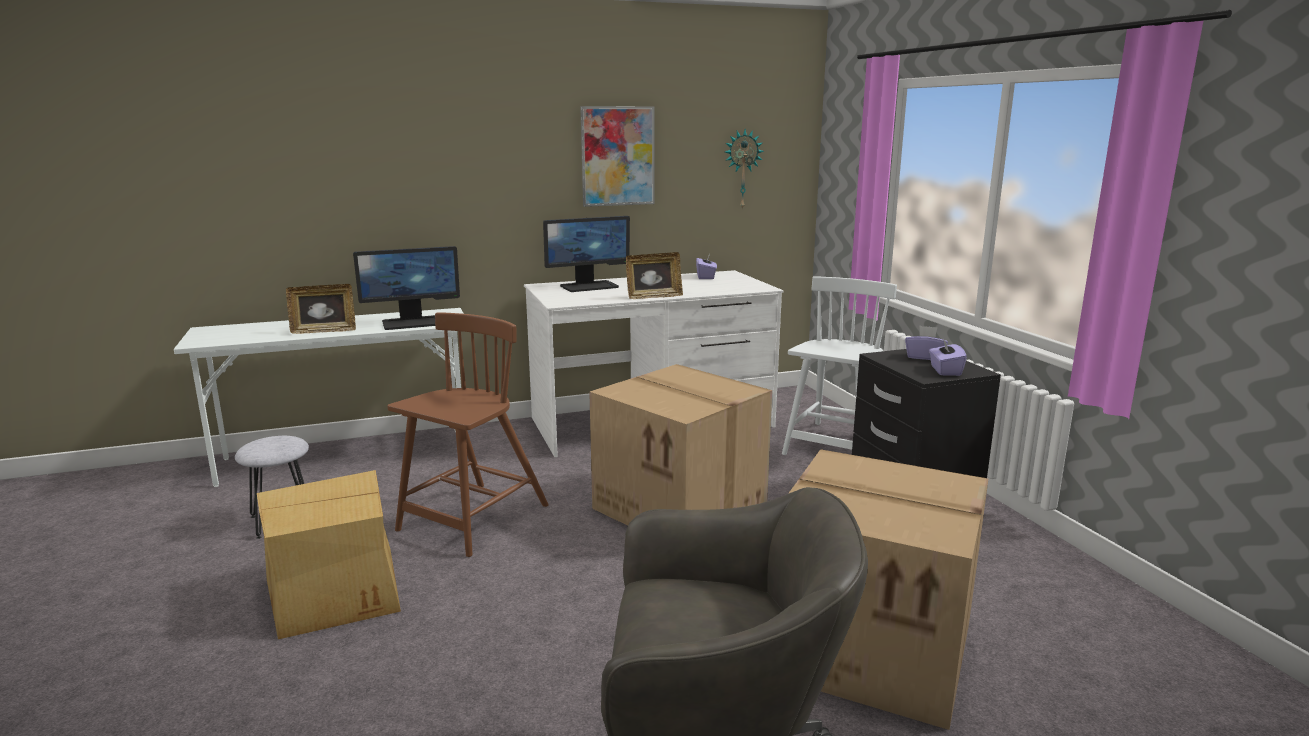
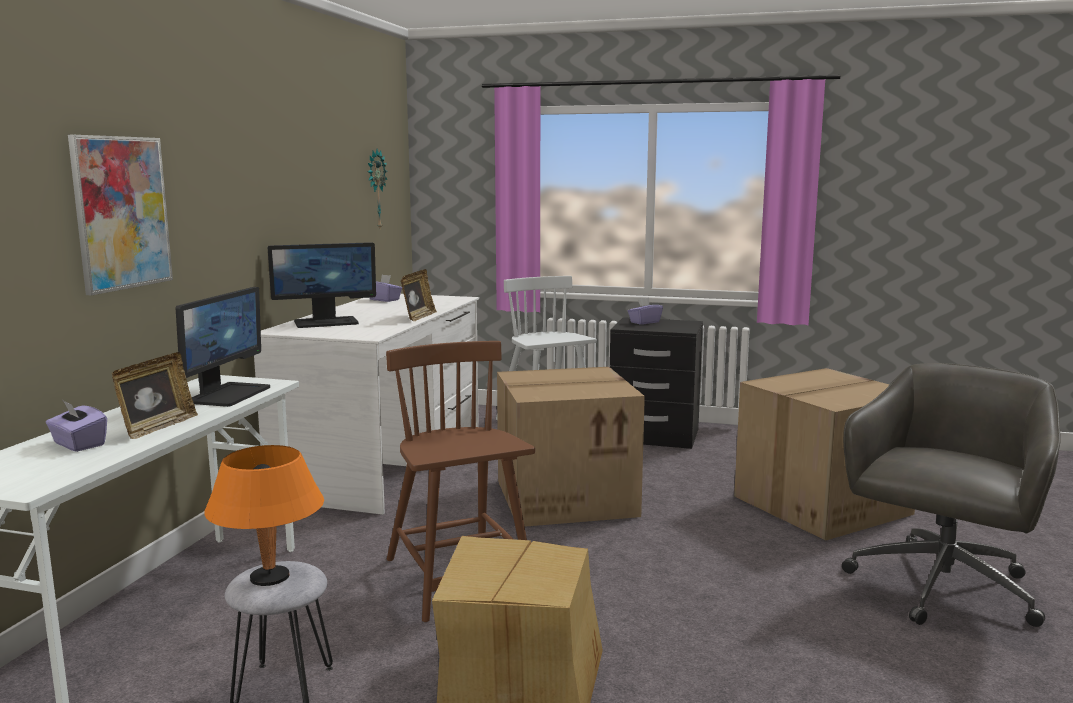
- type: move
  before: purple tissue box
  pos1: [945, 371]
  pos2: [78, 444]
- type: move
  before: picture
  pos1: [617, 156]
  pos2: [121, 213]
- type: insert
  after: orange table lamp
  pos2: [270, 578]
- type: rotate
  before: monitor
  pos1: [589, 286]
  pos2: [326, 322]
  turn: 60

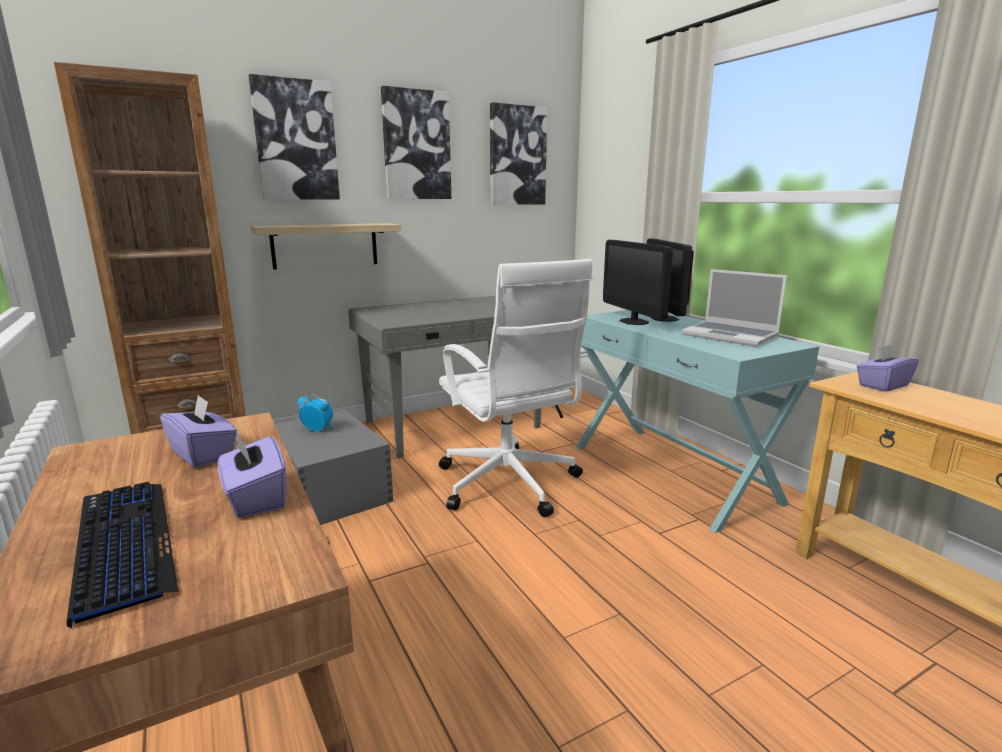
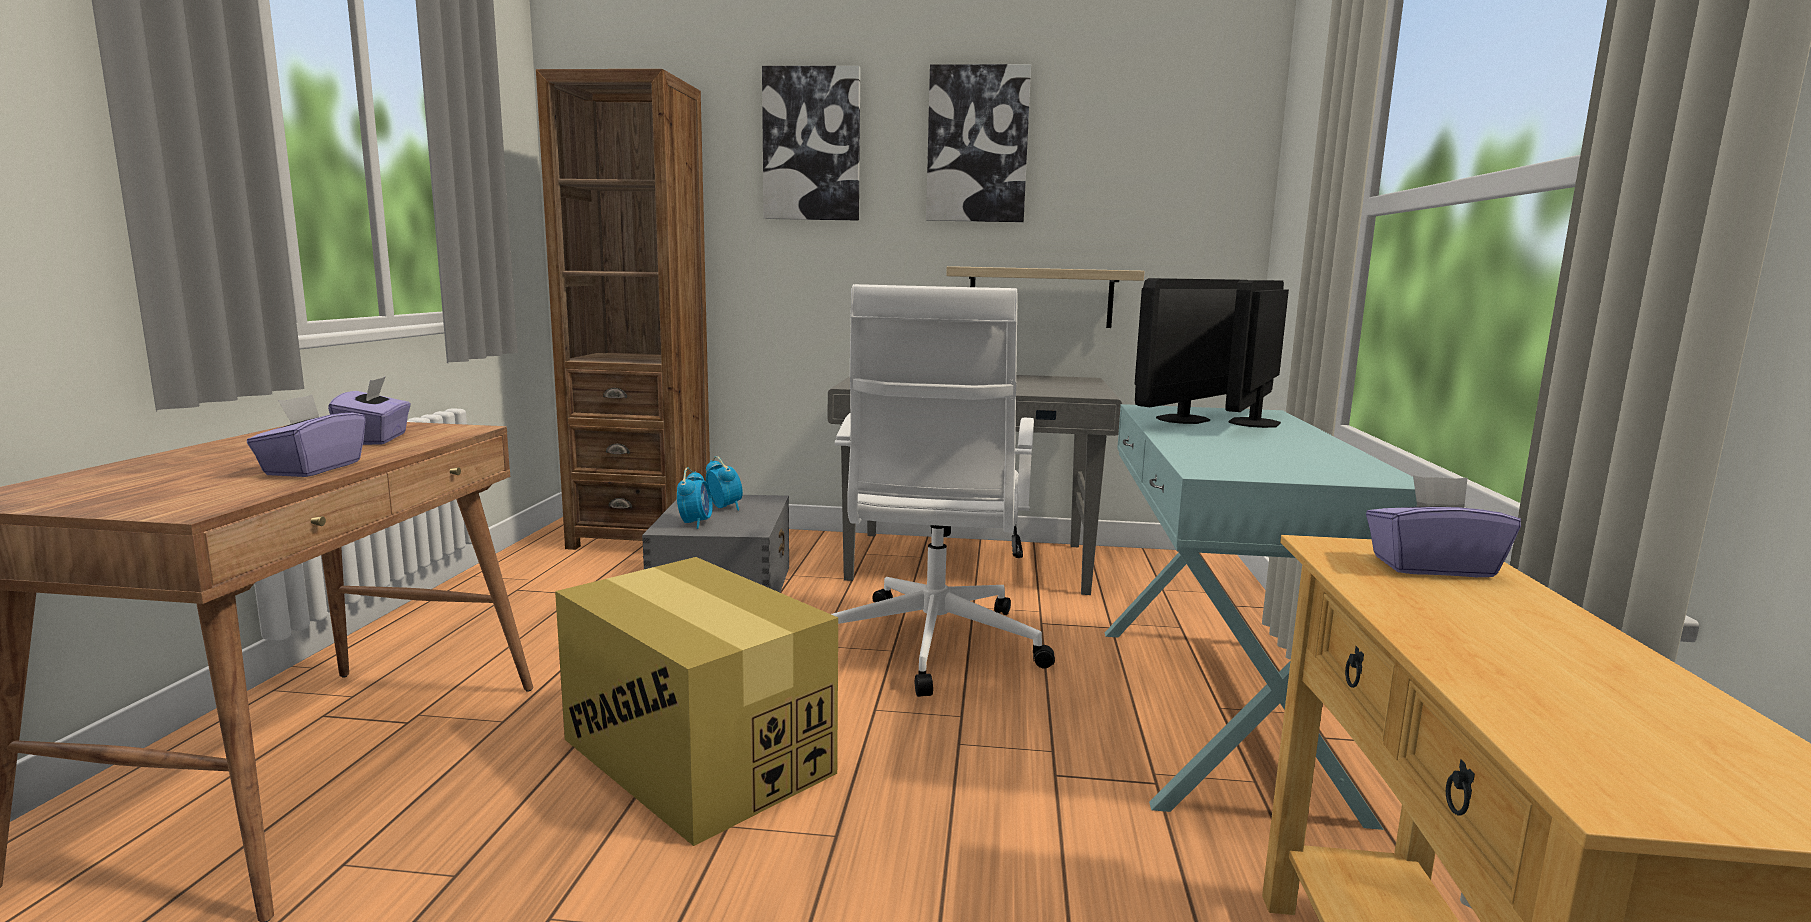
- type: insert
  after: cardboard box
  pos2: [696, 755]
- type: insert
  after: alarm clock
  pos2: [695, 523]
- type: move
  before: shelf
  pos1: [325, 245]
  pos2: [1040, 297]
- type: rotate
  before: monitor
  pos1: [634, 321]
  pos2: [1182, 419]
  turn: -150
- type: delete
  before: keyboard
  pos1: [123, 545]
- type: delete
  before: picture
  pos1: [517, 156]
- type: delete
  before: laptop
  pos1: [731, 336]

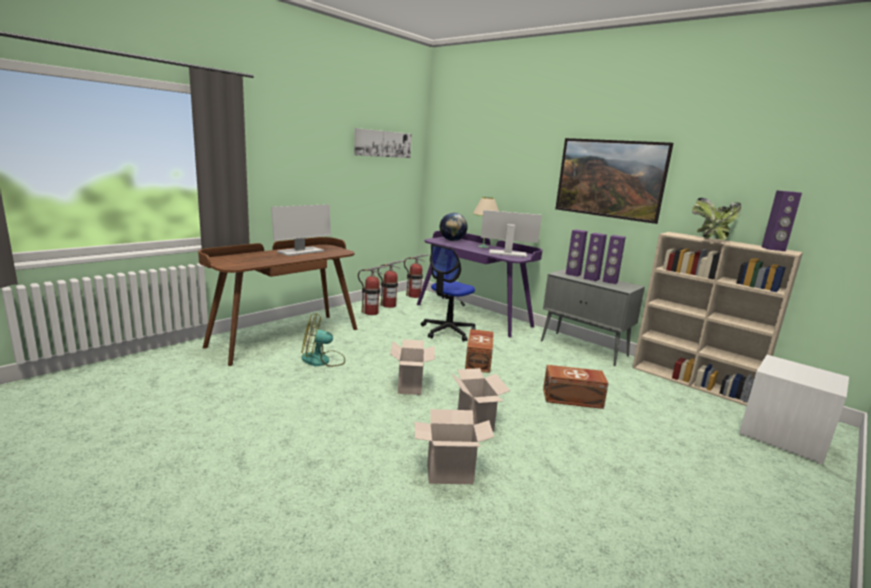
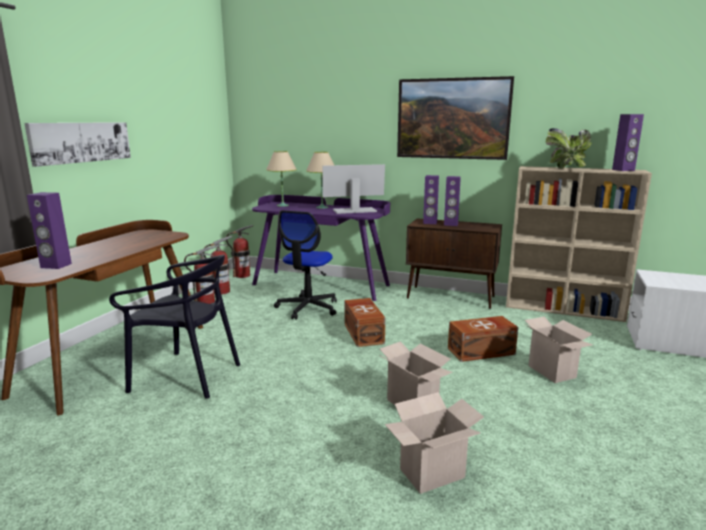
- type: move
  before: picture
  pos1: [383, 143]
  pos2: [81, 142]
- type: move
  before: purple speaker
  pos1: [610, 281]
  pos2: [56, 266]
- type: replace
  before: fan
  after: black chair
  pos1: [322, 360]
  pos2: [186, 376]
- type: replace
  before: globe
  after: beige table lamp
  pos1: [452, 240]
  pos2: [283, 205]
- type: recolor
  before: grey cabinet
  after: brown cabinet
  pos1: [584, 348]
  pos2: [451, 297]
- type: move
  before: cardboard box
  pos1: [411, 387]
  pos2: [553, 372]
- type: delete
  before: monitor
  pos1: [300, 252]

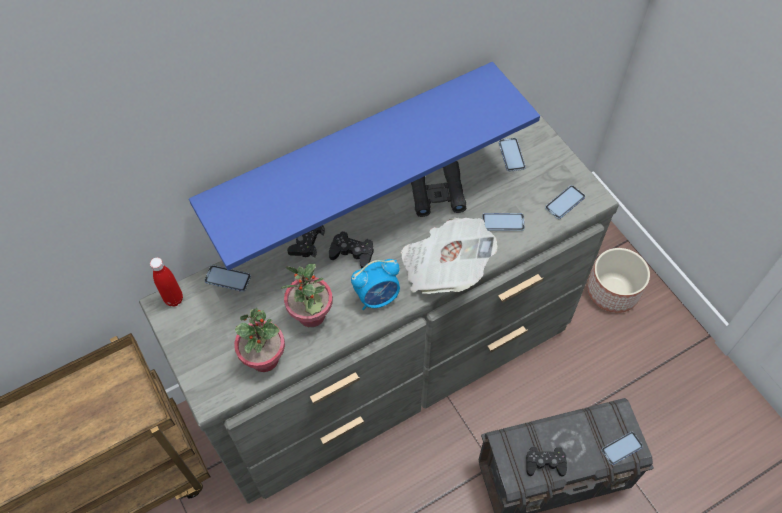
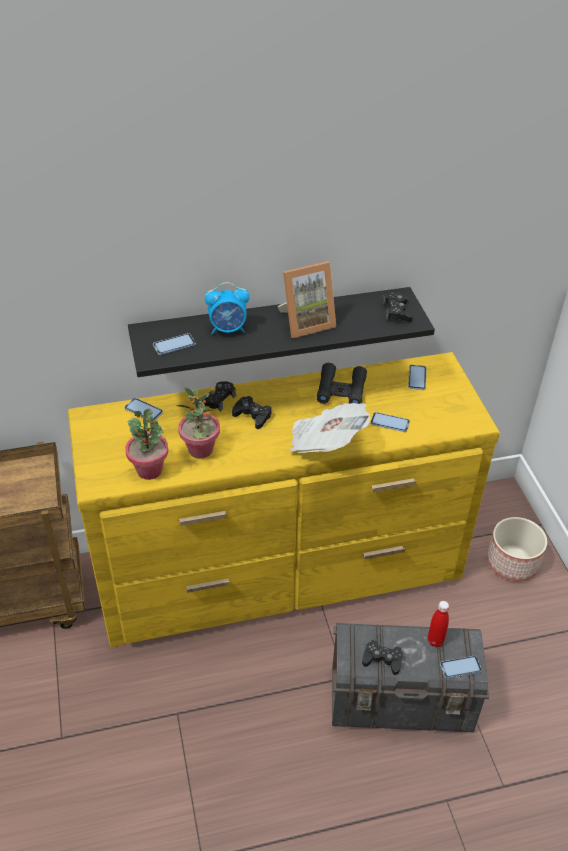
- type: recolor
  before: grey dresser
  after: yellow dresser
  pos1: [391, 363]
  pos2: [281, 569]
- type: recolor
  before: blue shelf
  after: black shelf
  pos1: [350, 148]
  pos2: [272, 328]
- type: move
  before: phone
  pos1: [564, 203]
  pos2: [174, 345]
- type: move
  before: alarm clock
  pos1: [377, 297]
  pos2: [228, 329]
- type: insert
  after: picture frame
  pos2: [306, 322]
- type: insert
  after: black game controller
  pos2: [396, 312]
- type: move
  before: red bottle
  pos1: [174, 299]
  pos2: [435, 641]

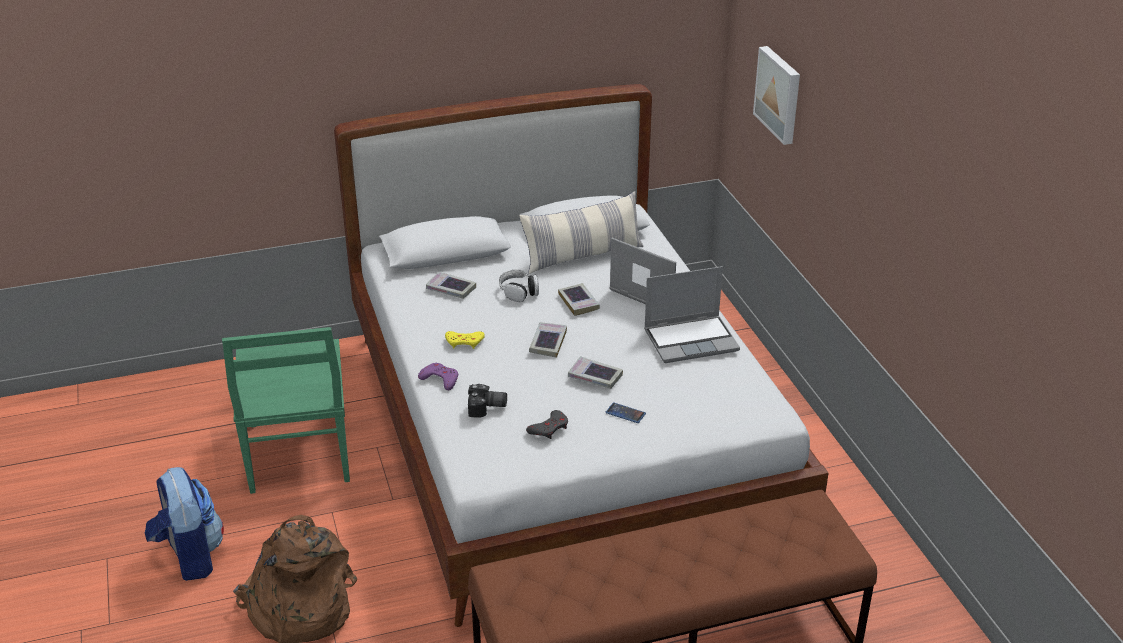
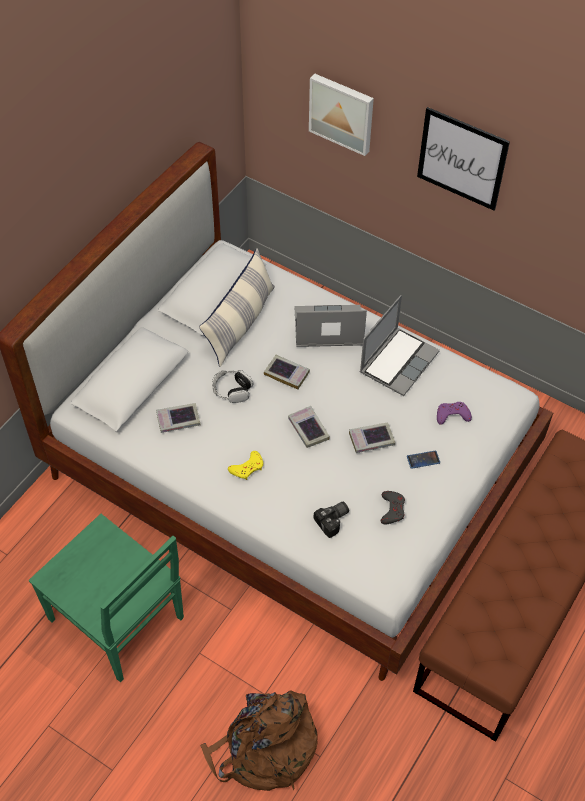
- type: insert
  after: picture
  pos2: [462, 159]
- type: move
  before: purple game controller
  pos1: [440, 379]
  pos2: [452, 415]
- type: delete
  before: backpack
  pos1: [190, 556]

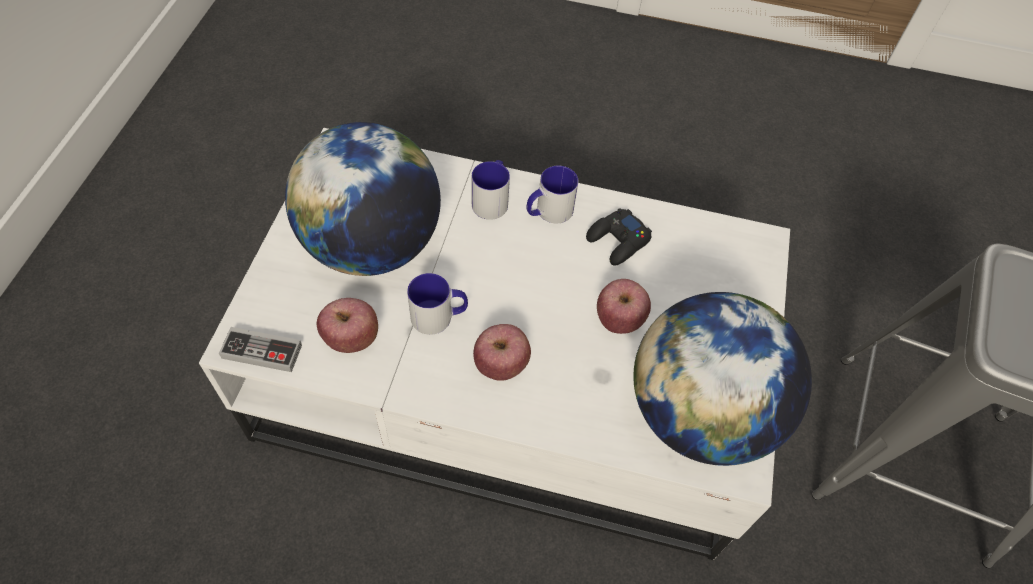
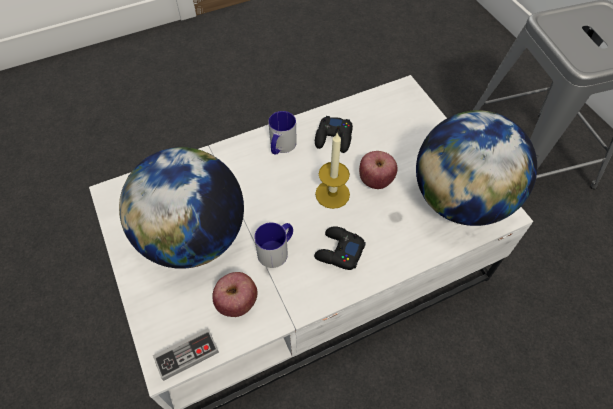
- type: replace
  before: apple
  after: black game controller
  pos1: [501, 365]
  pos2: [338, 251]
- type: insert
  after: candle
  pos2: [332, 194]
- type: delete
  before: mug
  pos1: [492, 199]

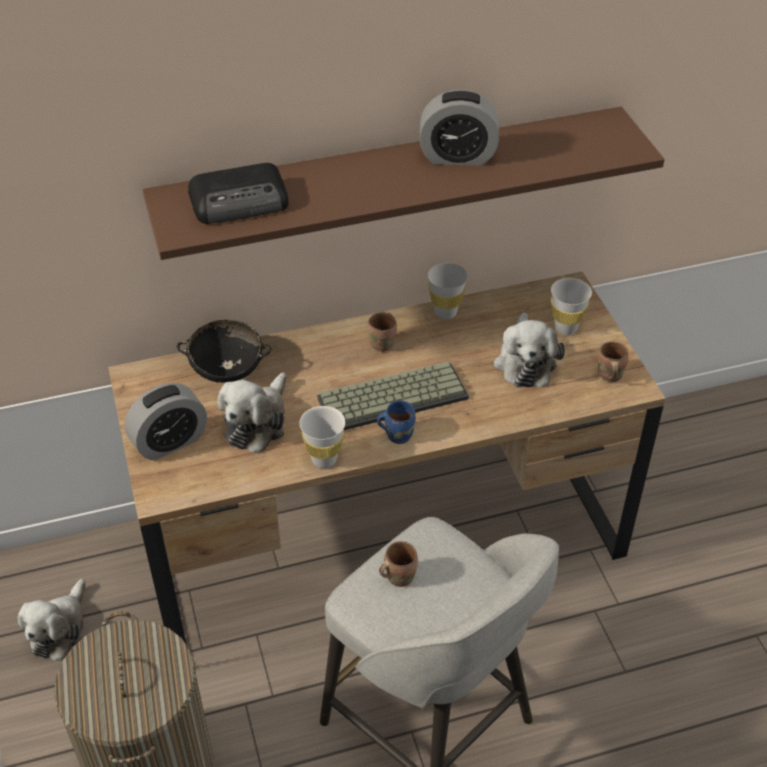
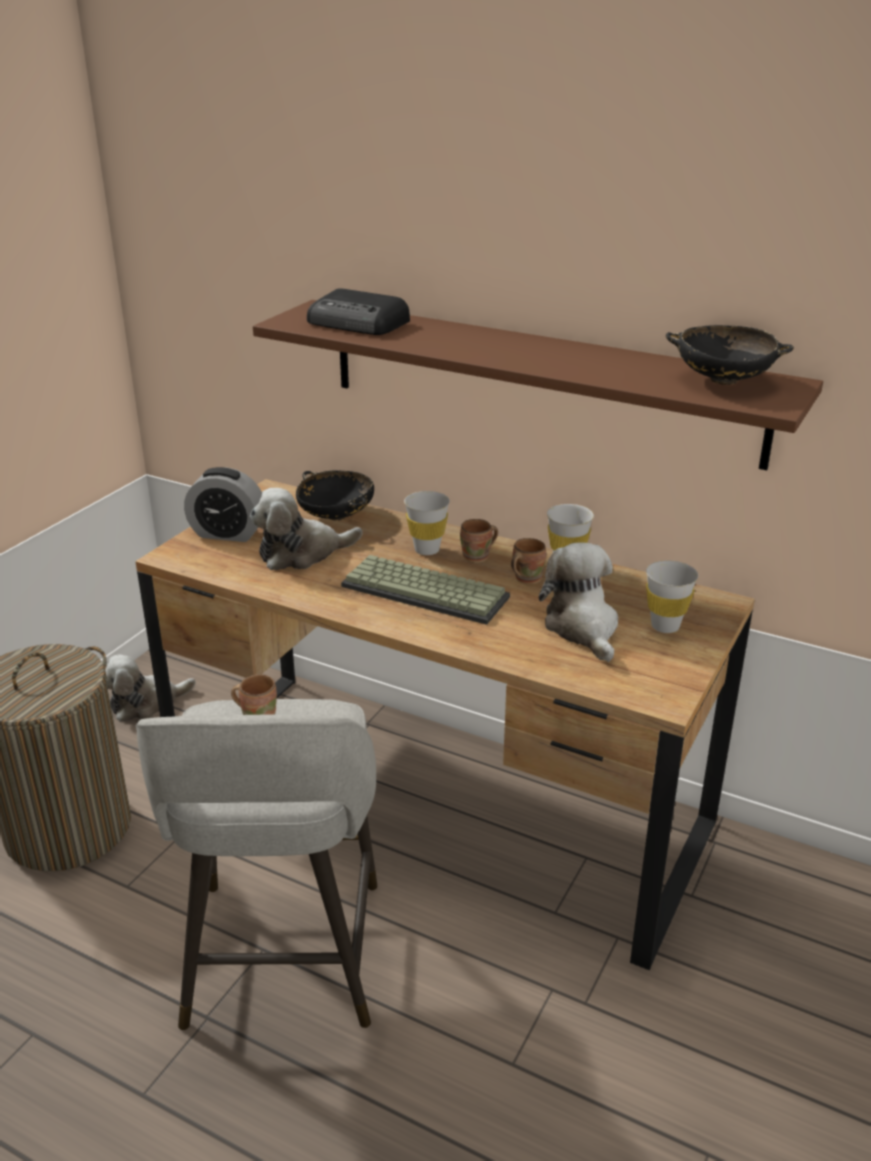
- type: move
  before: white cup
  pos1: [324, 459]
  pos2: [427, 550]
- type: move
  before: brown mug
  pos1: [608, 376]
  pos2: [525, 578]
- type: rotate
  before: plush toy
  pos1: [525, 361]
  pos2: [583, 628]
  turn: 120
- type: insert
  after: black bowl
  pos2: [723, 381]
- type: delete
  before: blue mug
  pos1: [397, 434]
- type: delete
  before: alarm clock
  pos1: [457, 157]

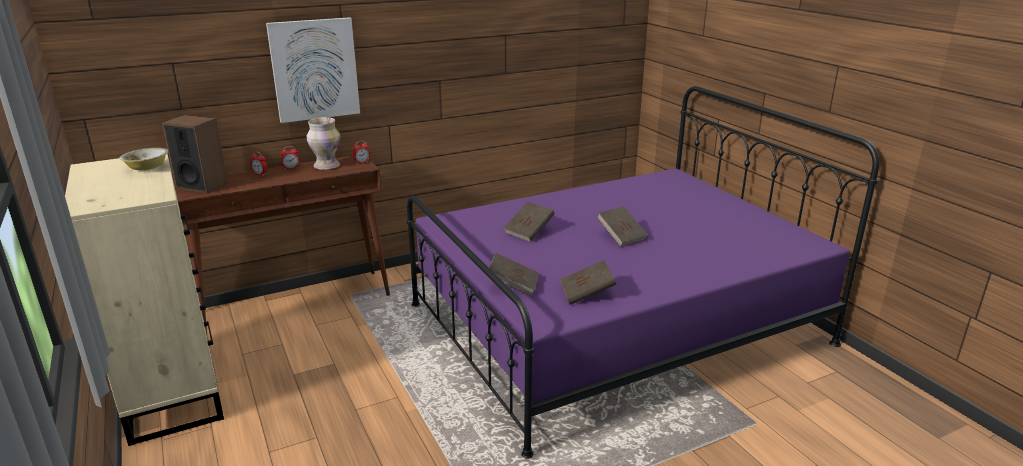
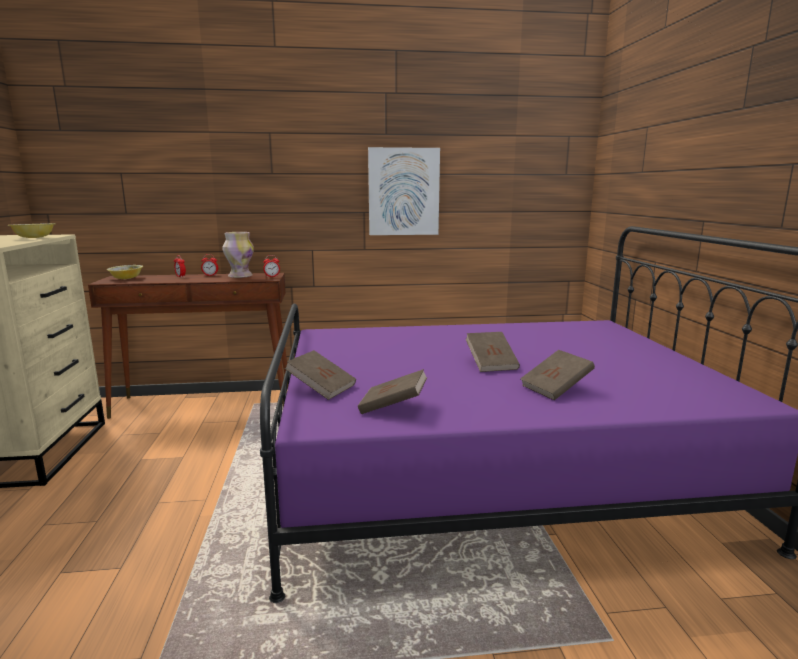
- type: replace
  before: speaker
  after: bowl
  pos1: [202, 185]
  pos2: [126, 278]
- type: move
  before: picture
  pos1: [314, 69]
  pos2: [403, 192]
- type: move
  before: brown book
  pos1: [529, 232]
  pos2: [555, 388]

